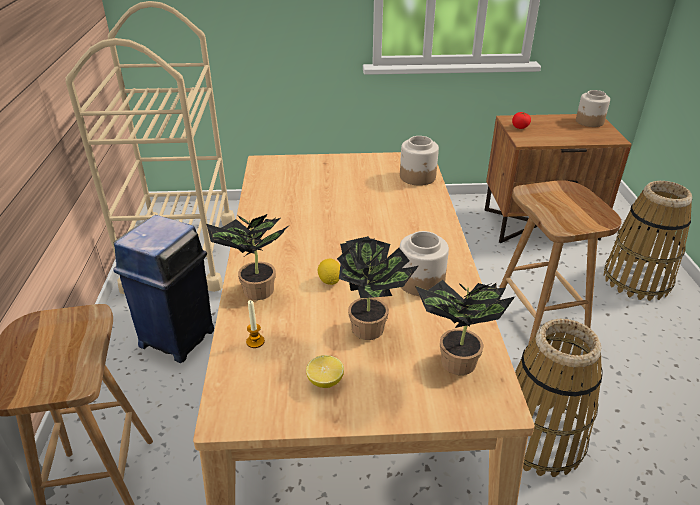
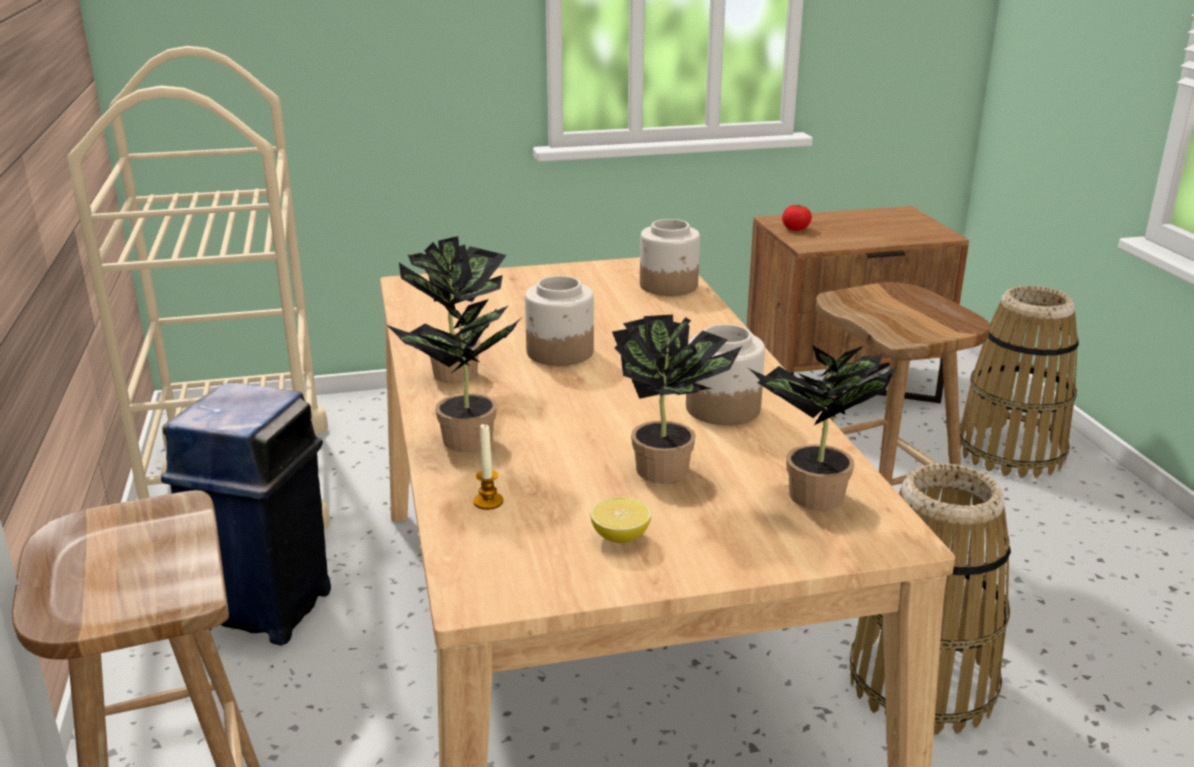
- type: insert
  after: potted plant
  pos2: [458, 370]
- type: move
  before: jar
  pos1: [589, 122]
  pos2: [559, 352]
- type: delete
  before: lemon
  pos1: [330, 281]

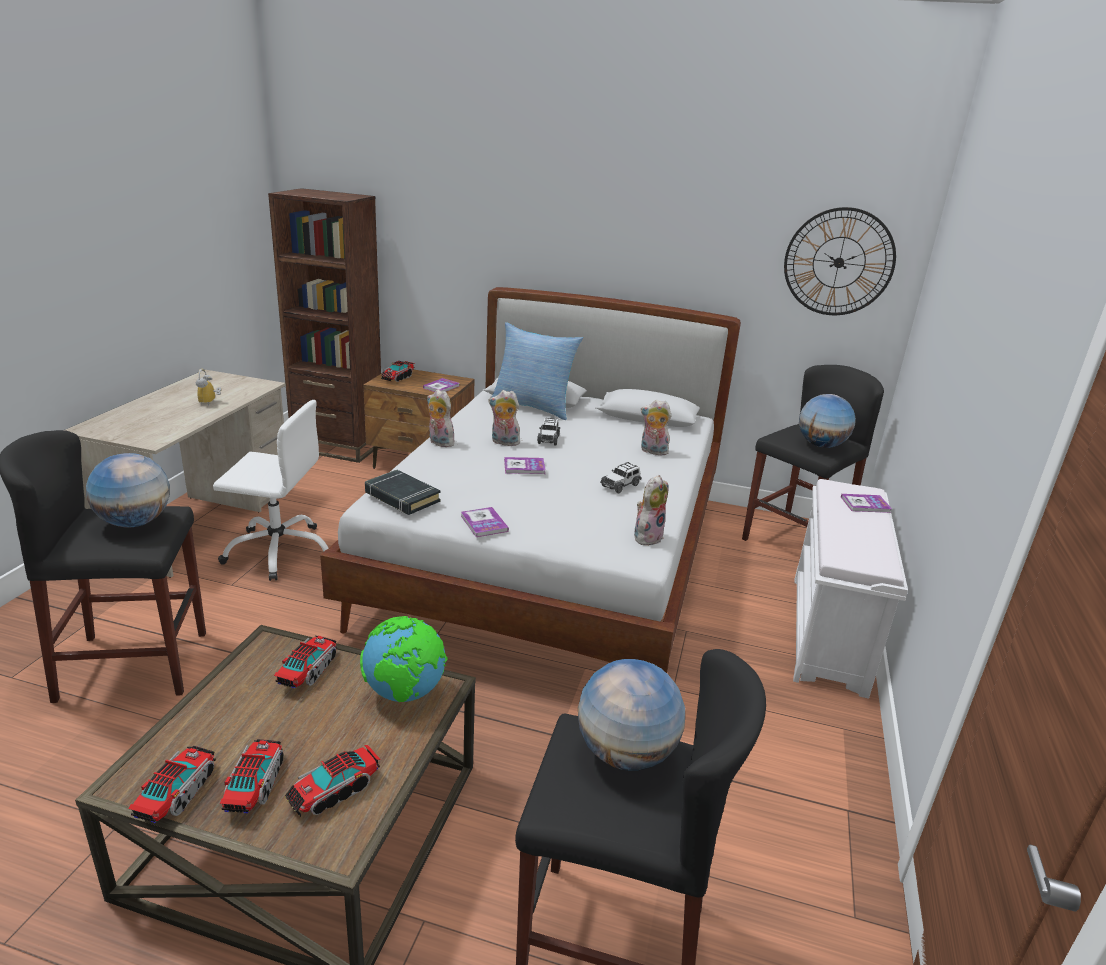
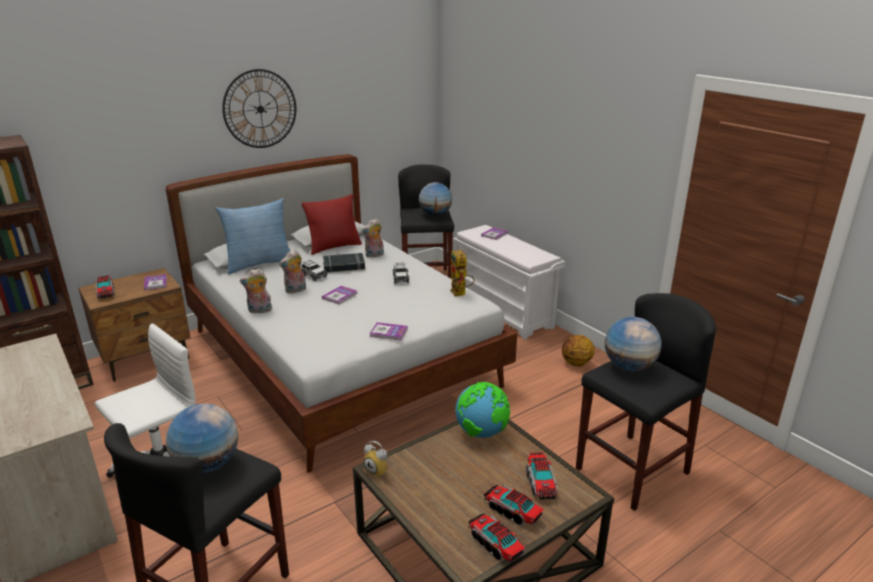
- type: move
  before: wall clock
  pos1: [838, 262]
  pos2: [260, 109]
- type: insert
  after: red pillow
  pos2: [334, 247]
- type: move
  before: black book
  pos1: [401, 497]
  pos2: [344, 266]
- type: move
  before: alarm clock
  pos1: [210, 403]
  pos2: [378, 470]
- type: replace
  before: plush toy
  after: toy robot
  pos1: [647, 536]
  pos2: [460, 294]
- type: insert
  after: basketball
  pos2: [576, 363]
- type: delete
  before: toy truck
  pos1: [308, 670]

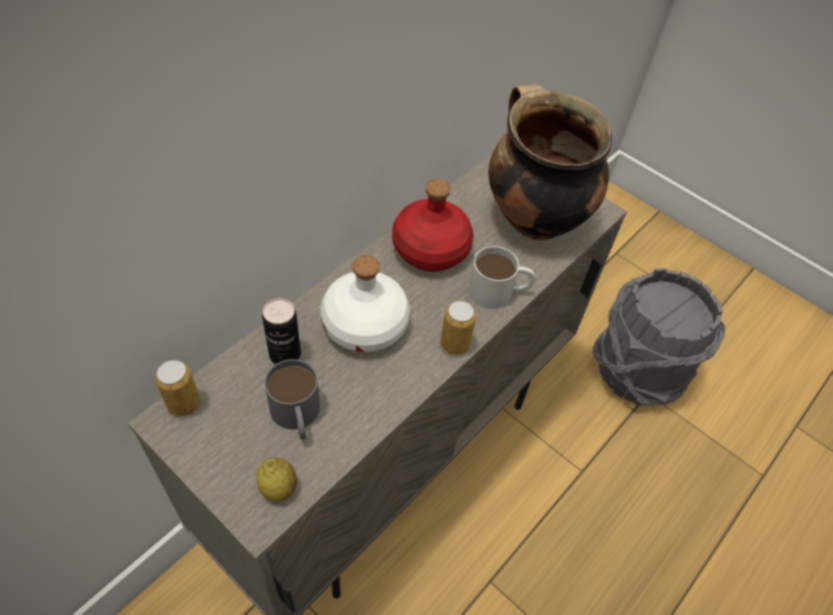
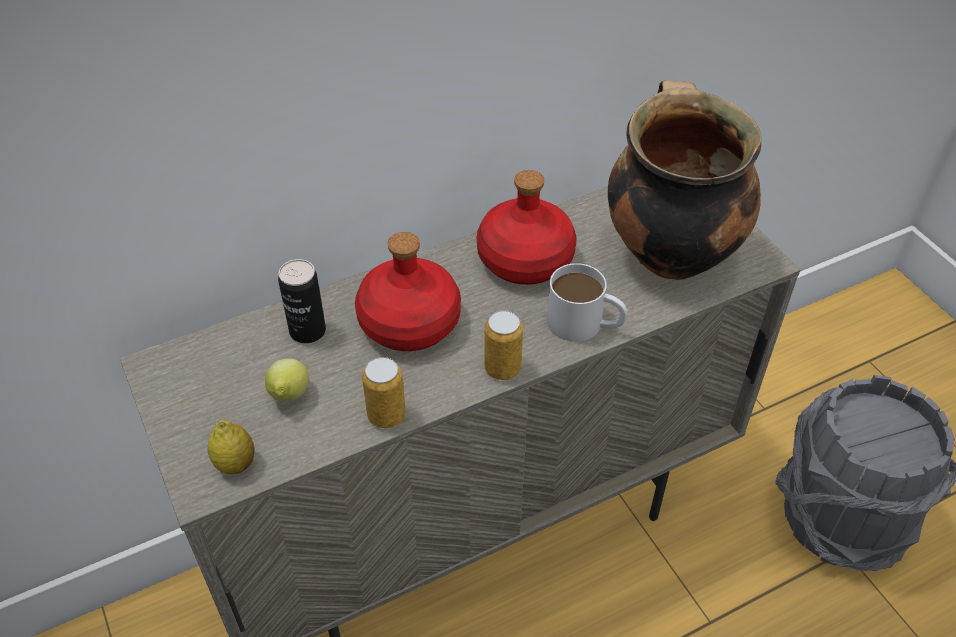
- type: replace
  before: grey mug
  after: lemon
  pos1: [296, 416]
  pos2: [289, 397]
- type: recolor
  before: white bottle
  after: red bottle
  pos1: [365, 325]
  pos2: [409, 323]
- type: move
  before: can
  pos1: [183, 404]
  pos2: [386, 415]

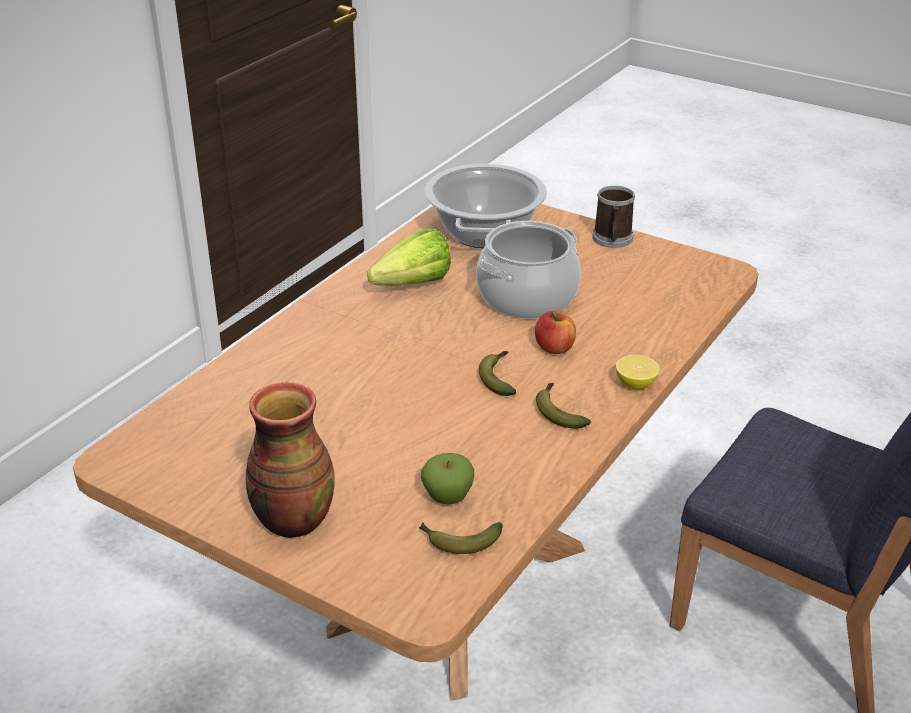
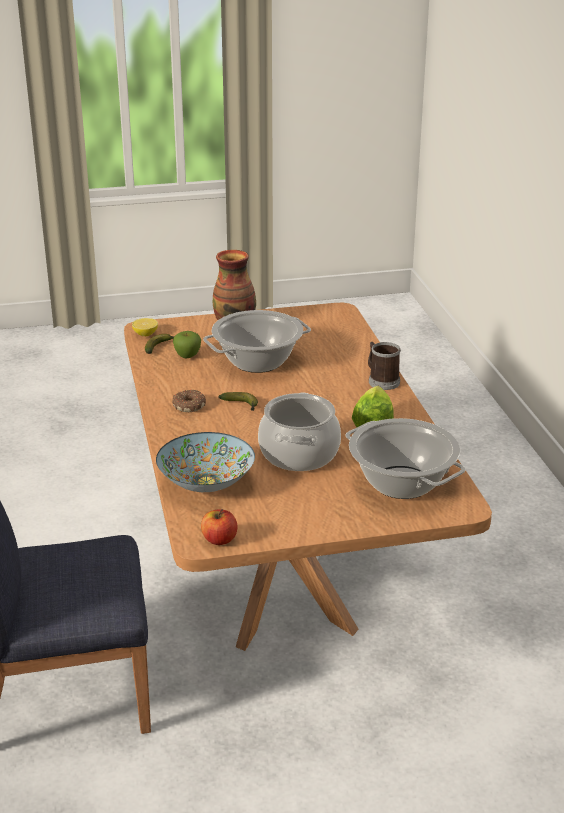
- type: move
  before: lemon
  pos1: [635, 384]
  pos2: [145, 334]
- type: insert
  after: bowl
  pos2: [206, 482]
- type: replace
  before: banana
  after: donut
  pos1: [558, 412]
  pos2: [188, 405]
- type: move
  before: apple
  pos1: [554, 348]
  pos2: [219, 539]
- type: insert
  after: cooking pot
  pos2: [257, 362]
- type: move
  before: mug
  pos1: [612, 240]
  pos2: [381, 381]

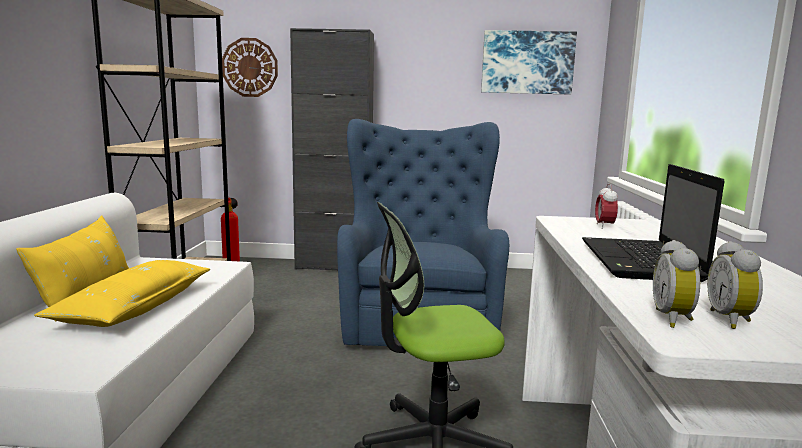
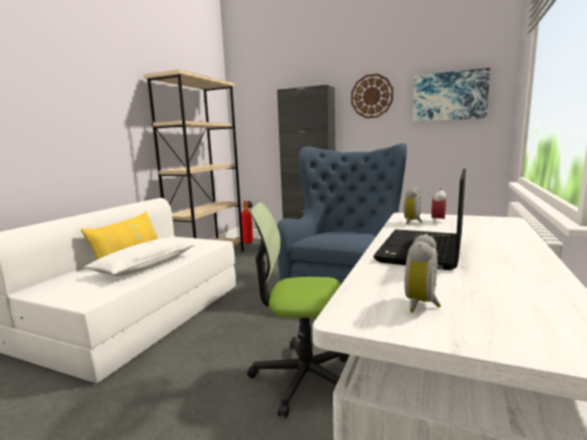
- type: recolor
  before: yellow pillow
  after: white pillow
  pos1: [135, 307]
  pos2: [145, 266]
- type: move
  before: wall clock
  pos1: [250, 67]
  pos2: [371, 96]
- type: move
  before: alarm clock
  pos1: [674, 319]
  pos2: [413, 222]

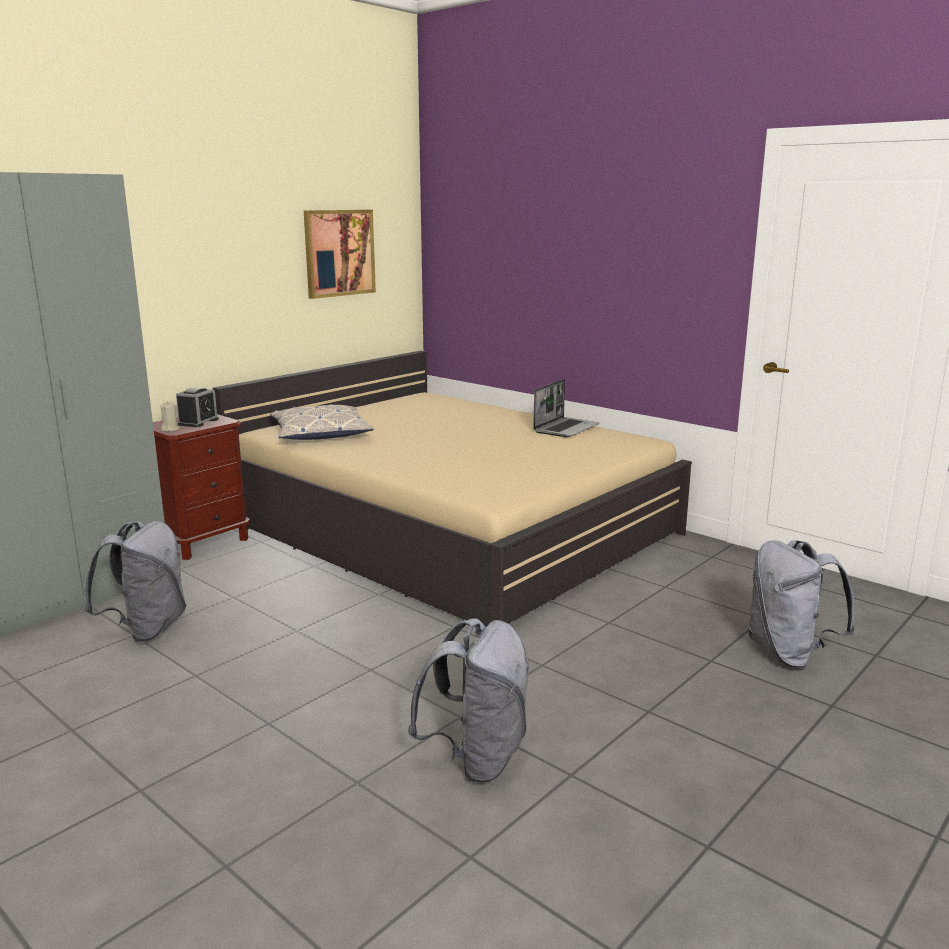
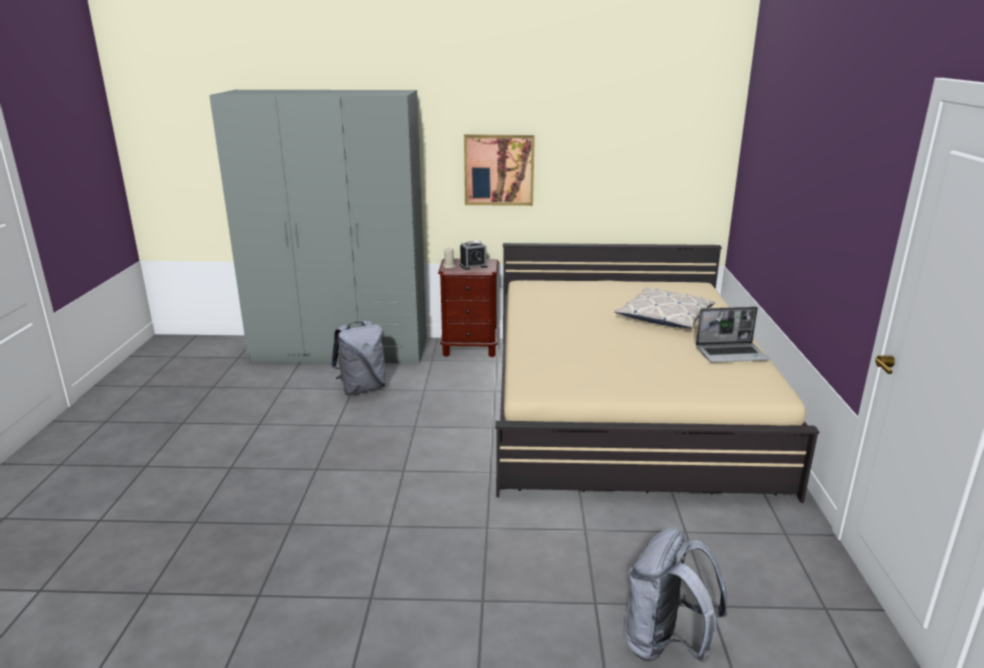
- type: move
  before: picture
  pos1: [339, 253]
  pos2: [499, 170]
- type: move
  before: pillow
  pos1: [320, 433]
  pos2: [664, 317]
- type: delete
  before: grey backpack
  pos1: [476, 758]

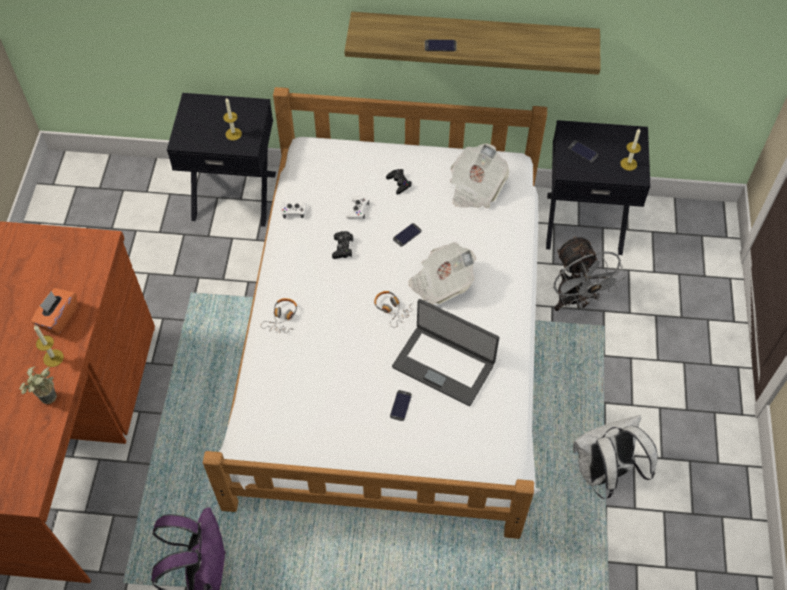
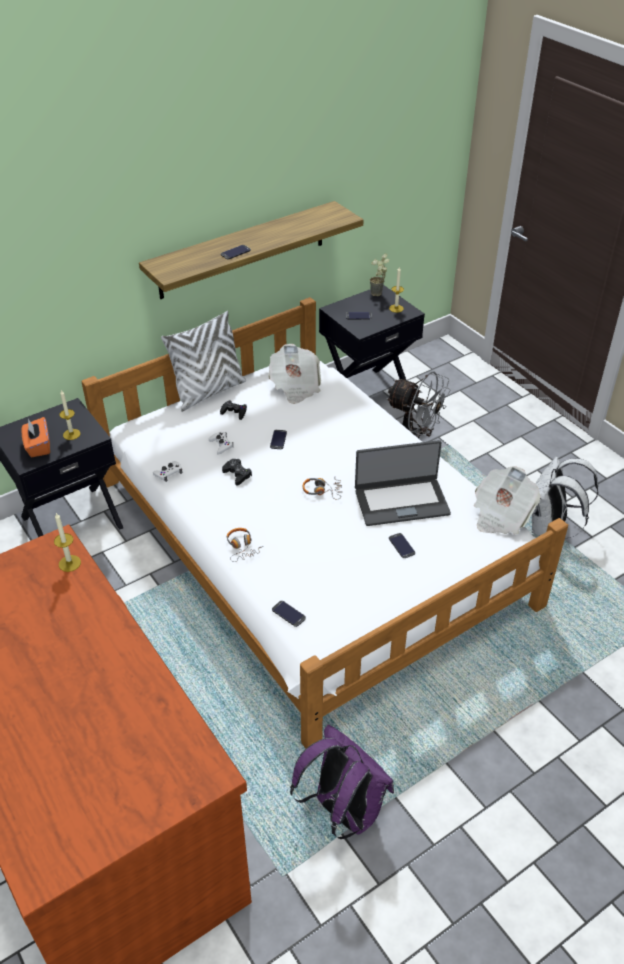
- type: move
  before: orange tissue box
  pos1: [58, 317]
  pos2: [38, 446]
- type: move
  before: candle
  pos1: [53, 358]
  pos2: [69, 563]
- type: insert
  after: white pillow
  pos2: [209, 392]
- type: insert
  after: phone
  pos2: [288, 614]
- type: move
  before: potted plant
  pos1: [48, 402]
  pos2: [378, 295]
- type: move
  before: newspaper
  pos1: [441, 283]
  pos2: [501, 514]

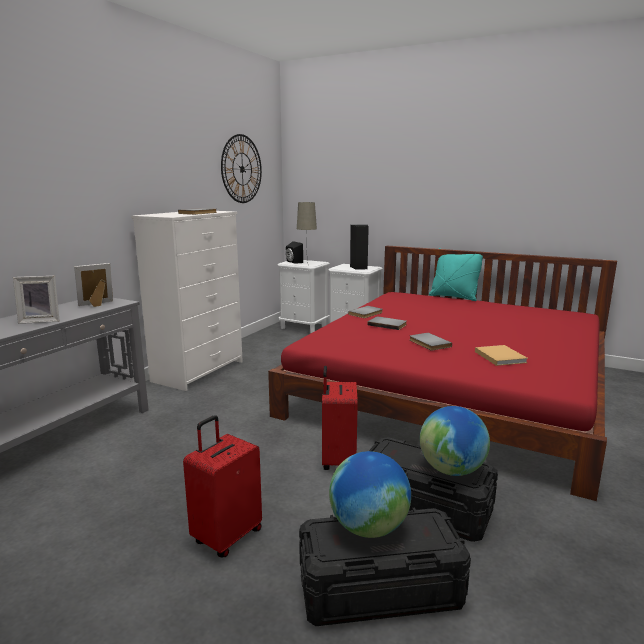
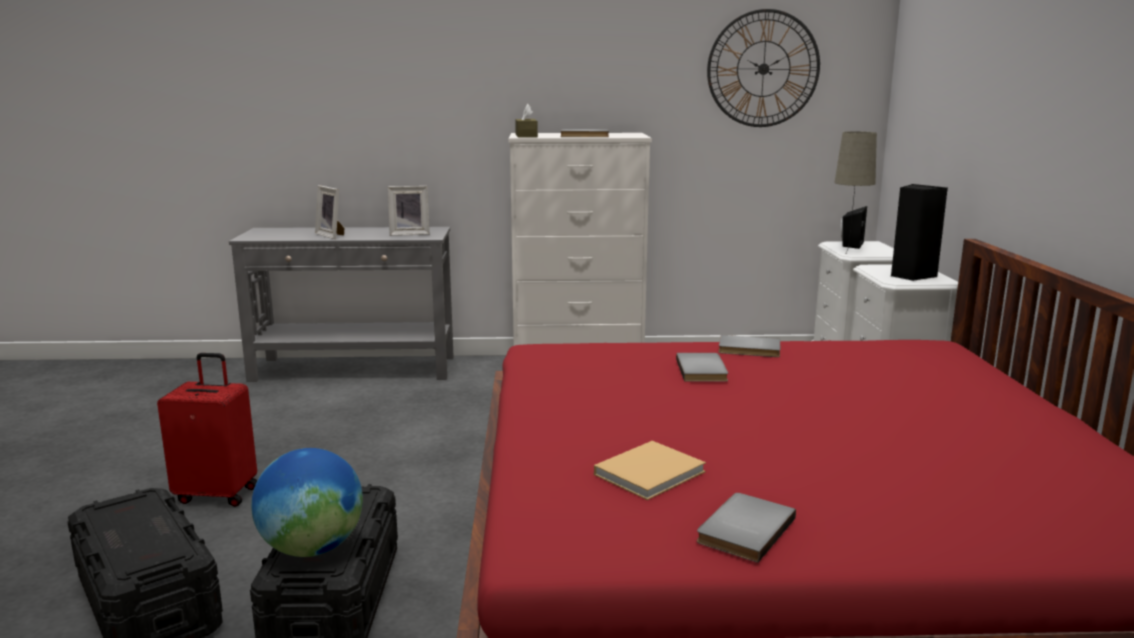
- type: rotate
  before: picture frame
  pos1: [97, 304]
  pos2: [410, 234]
  turn: 150
- type: insert
  after: brown tissue box
  pos2: [526, 136]
- type: move
  before: grey book
  pos1: [428, 343]
  pos2: [742, 529]
- type: delete
  before: red suitcase
  pos1: [337, 460]
- type: delete
  before: globe
  pos1: [369, 528]
- type: delete
  before: turquoise pillow
  pos1: [454, 297]

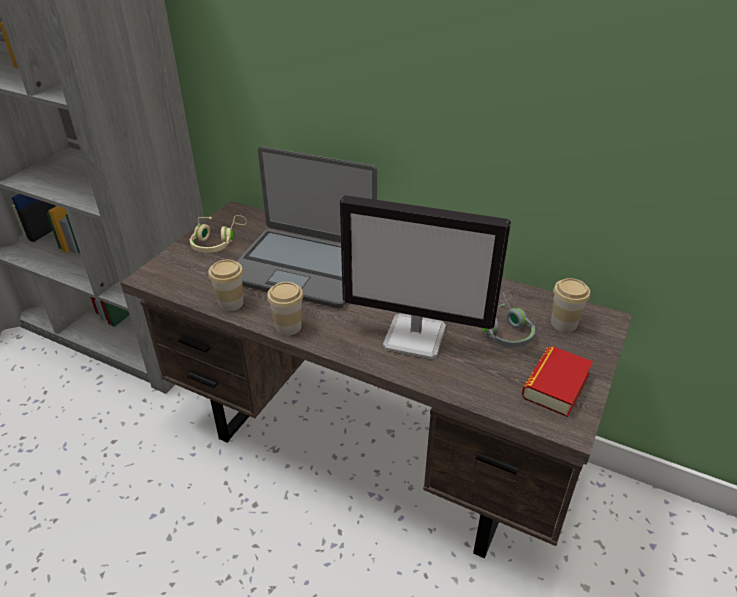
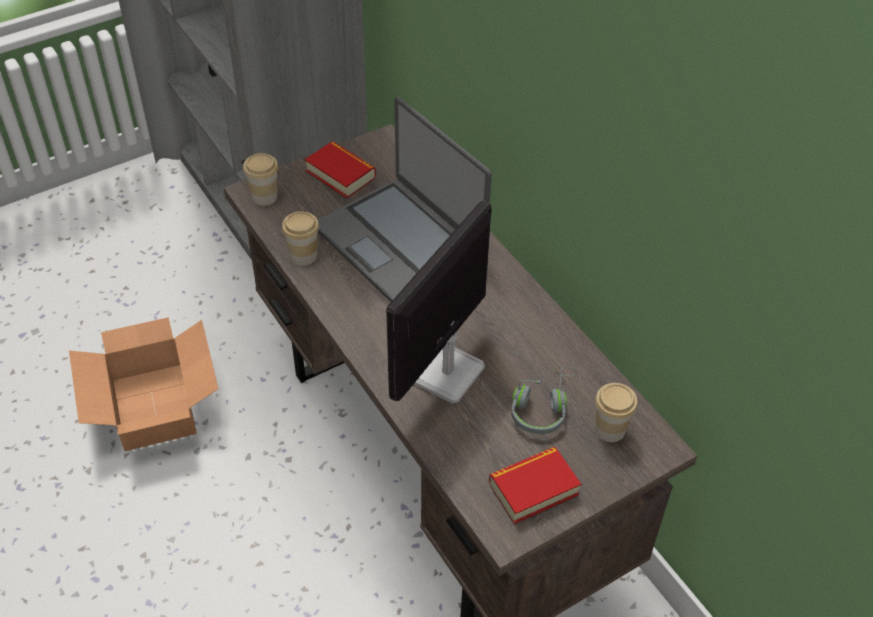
- type: insert
  after: cardboard box
  pos2: [155, 405]
- type: move
  before: cup
  pos1: [288, 327]
  pos2: [264, 196]
- type: replace
  before: beige headphones
  after: book
  pos1: [217, 241]
  pos2: [340, 174]
- type: rotate
  before: monitor
  pos1: [416, 337]
  pos2: [445, 374]
  turn: 75

